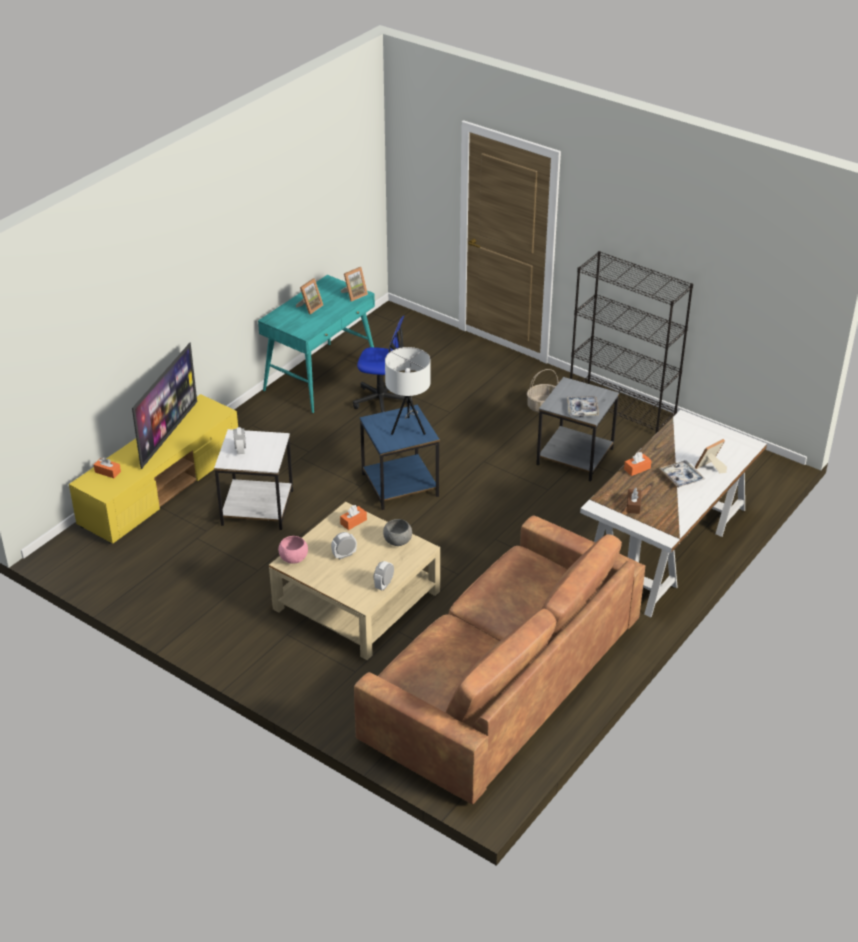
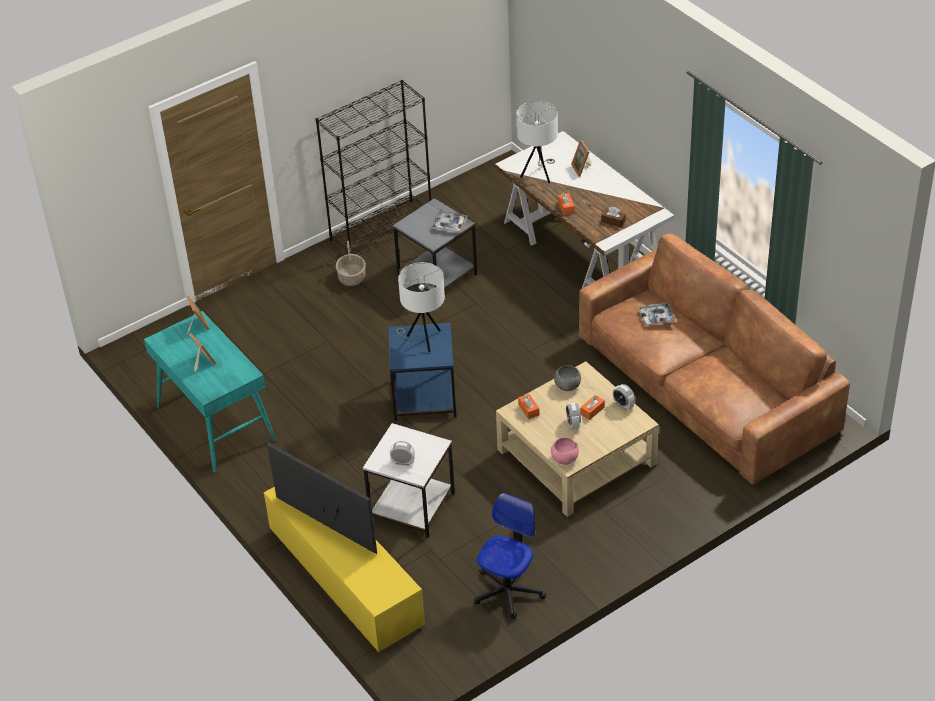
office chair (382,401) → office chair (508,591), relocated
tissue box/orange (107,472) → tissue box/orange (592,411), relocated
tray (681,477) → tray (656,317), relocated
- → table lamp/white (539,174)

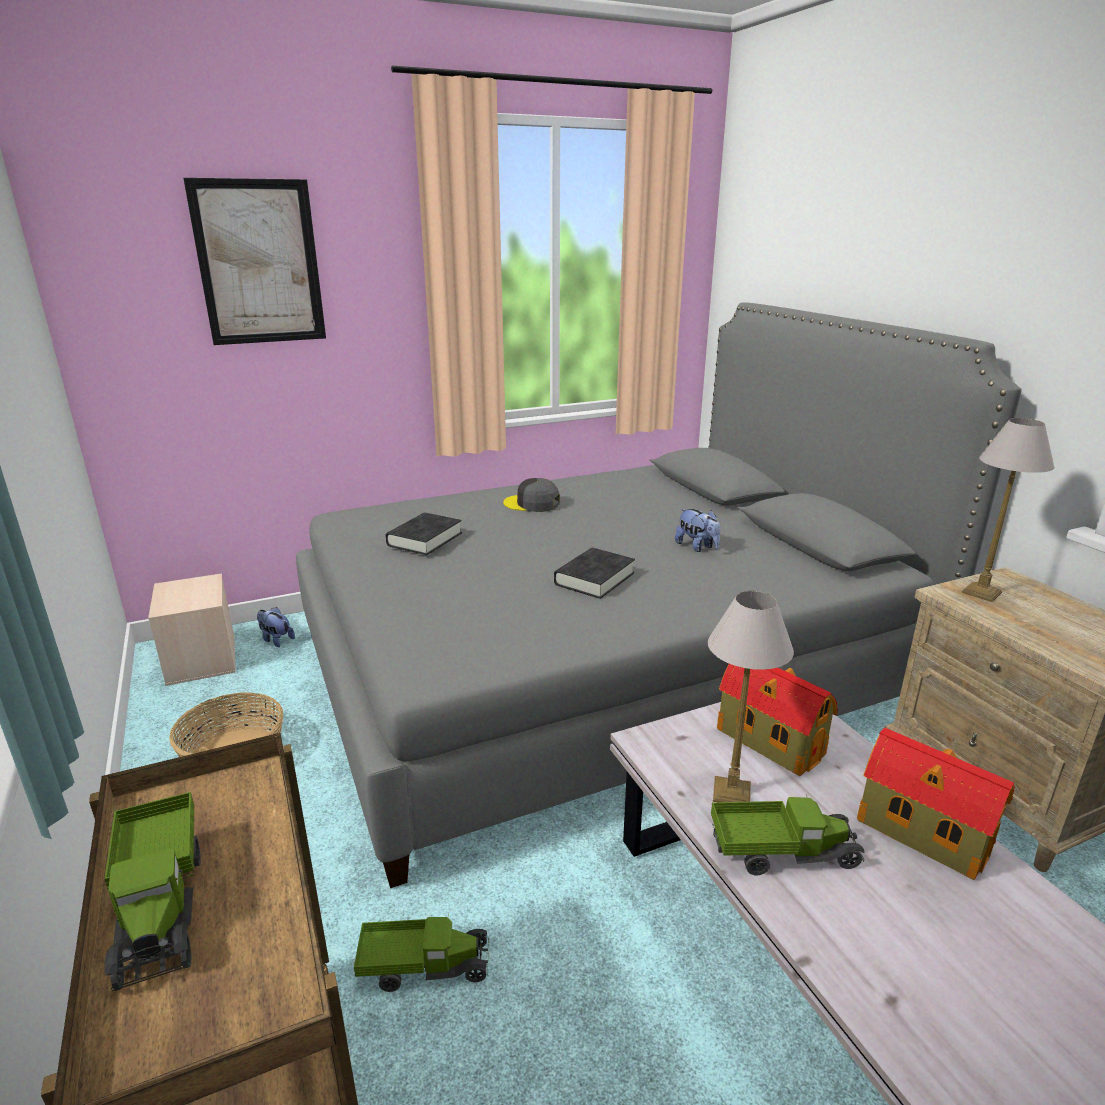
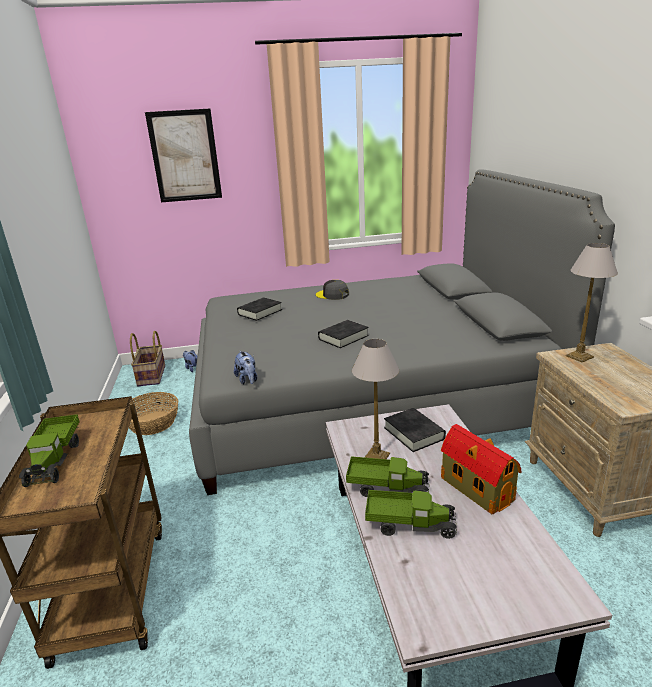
plush toy (697,547) → plush toy (247,380), relocated
storage box/beige (202,659) → basket (152,376)
toy house (768,740) → book/black (414,433)
toy truck (424,966) → toy truck (409,524), relocated

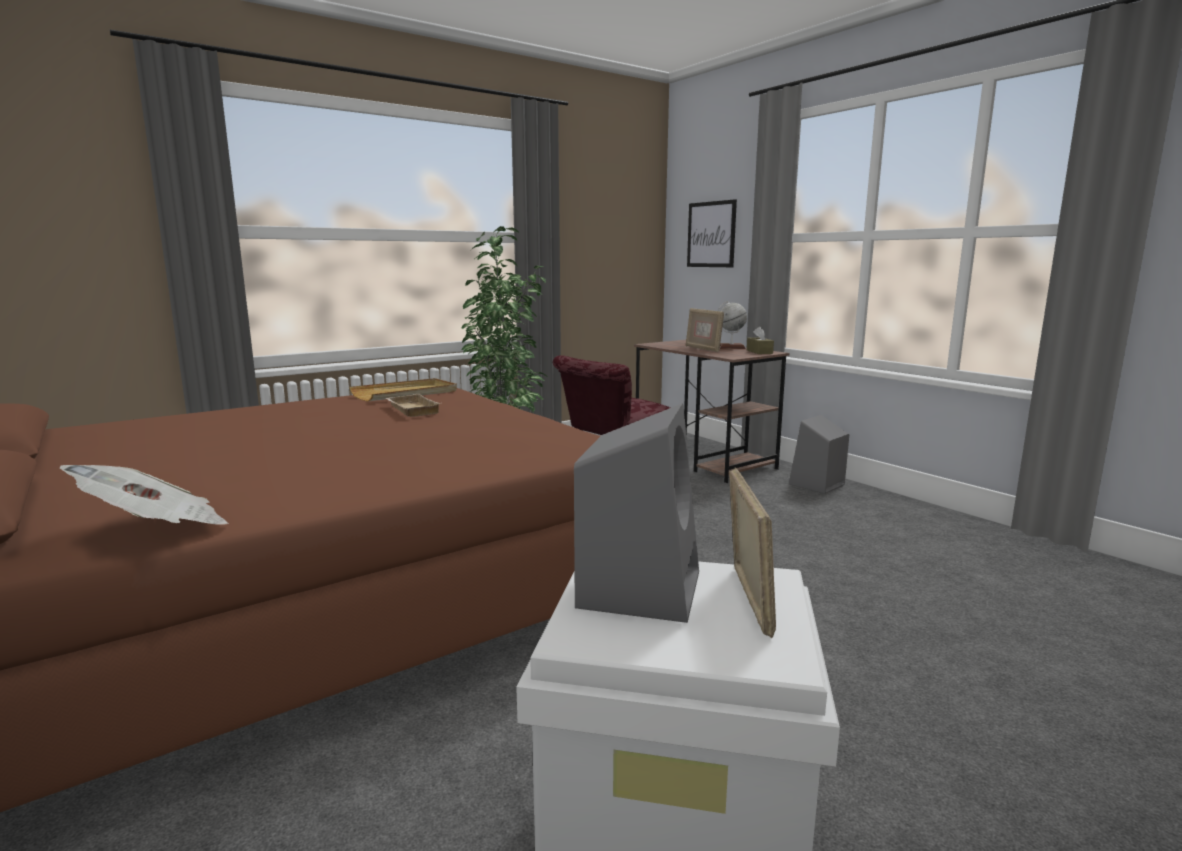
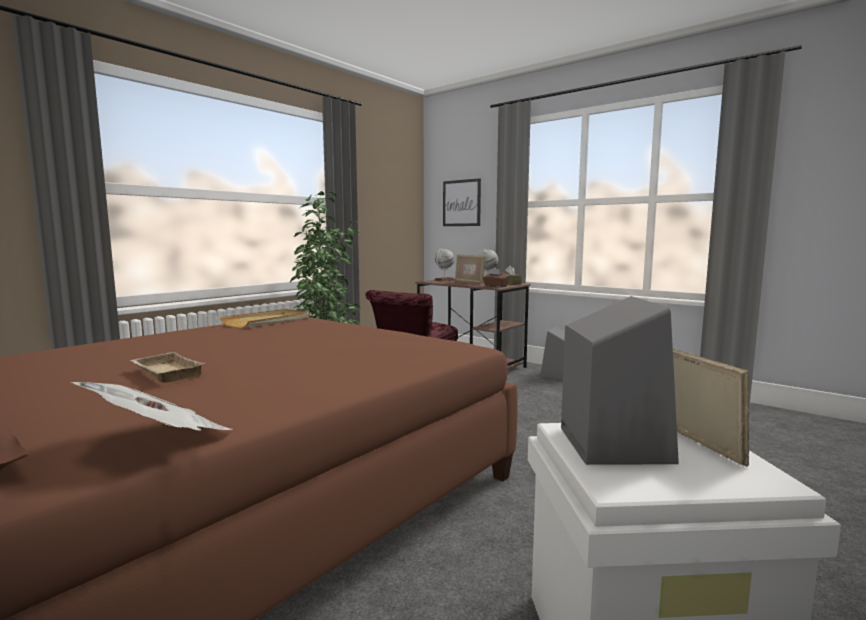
tray/beige (411,410) → tray/beige (164,373), relocated
- → globe (444,280)
- → tissue box/brown (495,286)

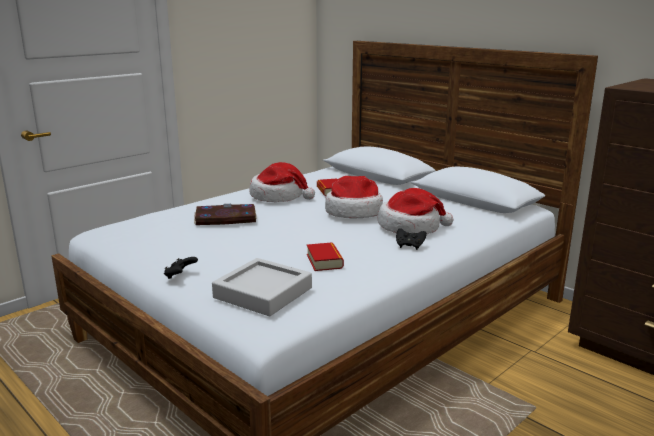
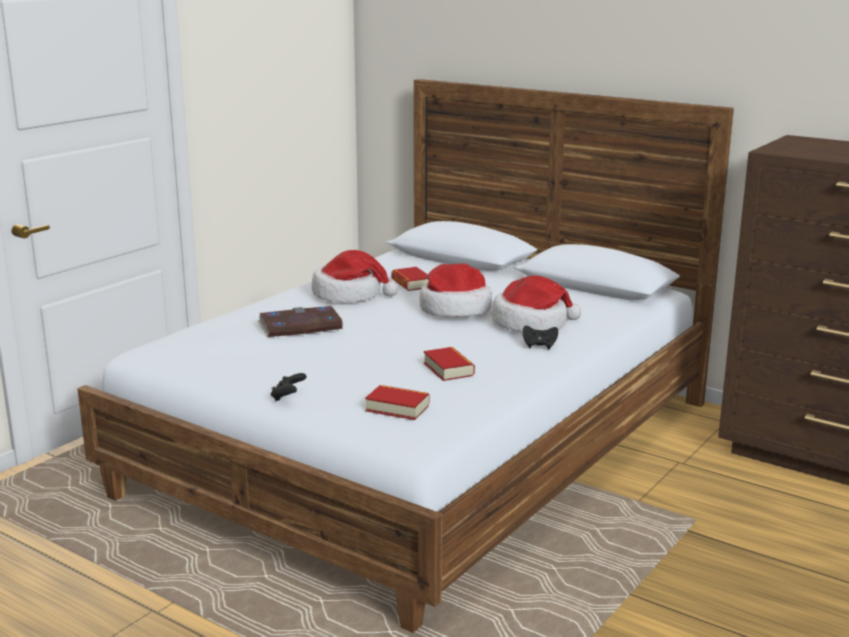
tray/grey (263,293) → book (397,408)

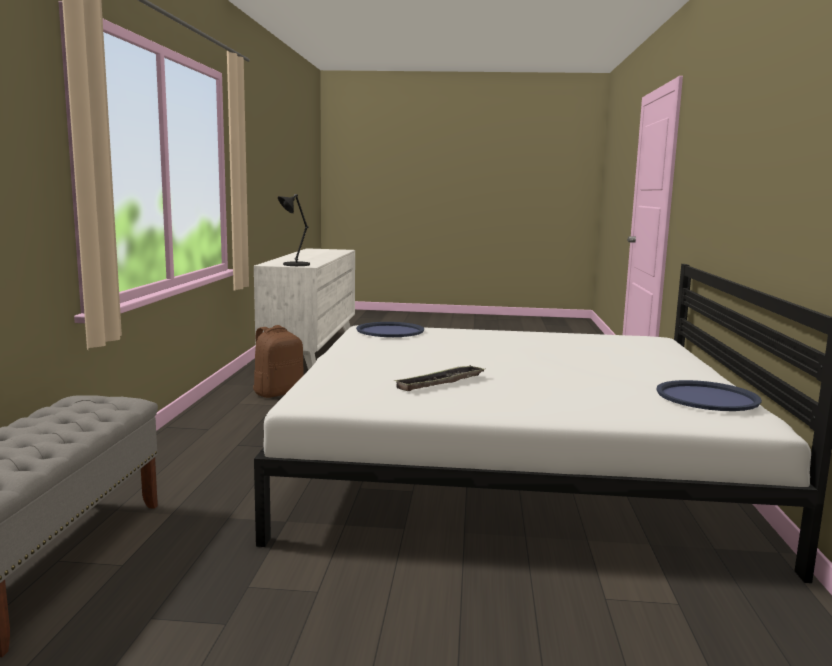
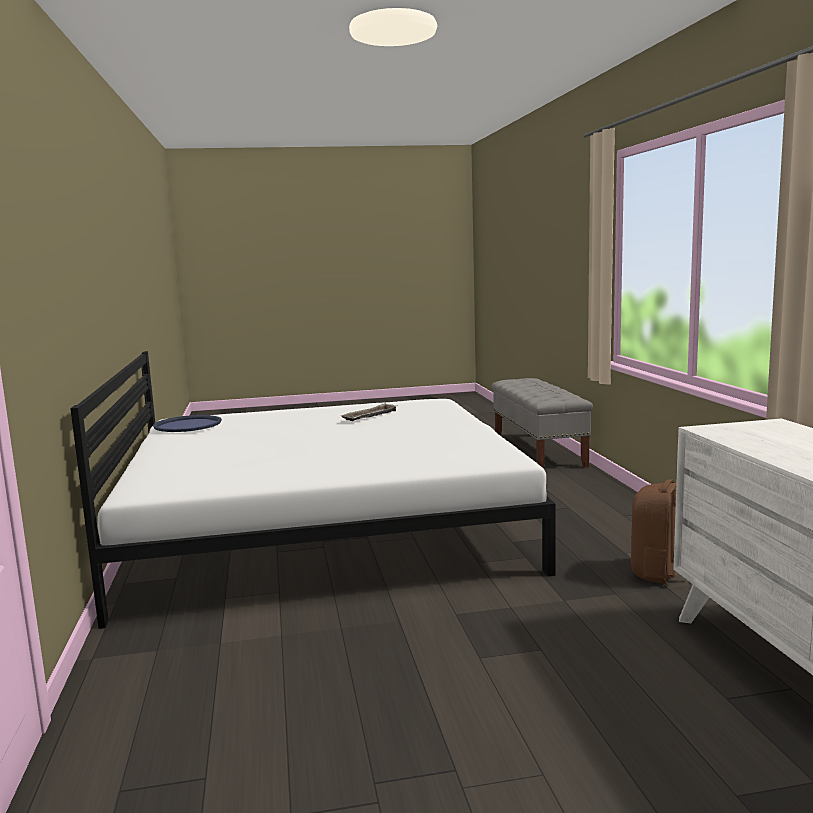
table lamp/black (295,265) → -
tray/blue (390,331) → -

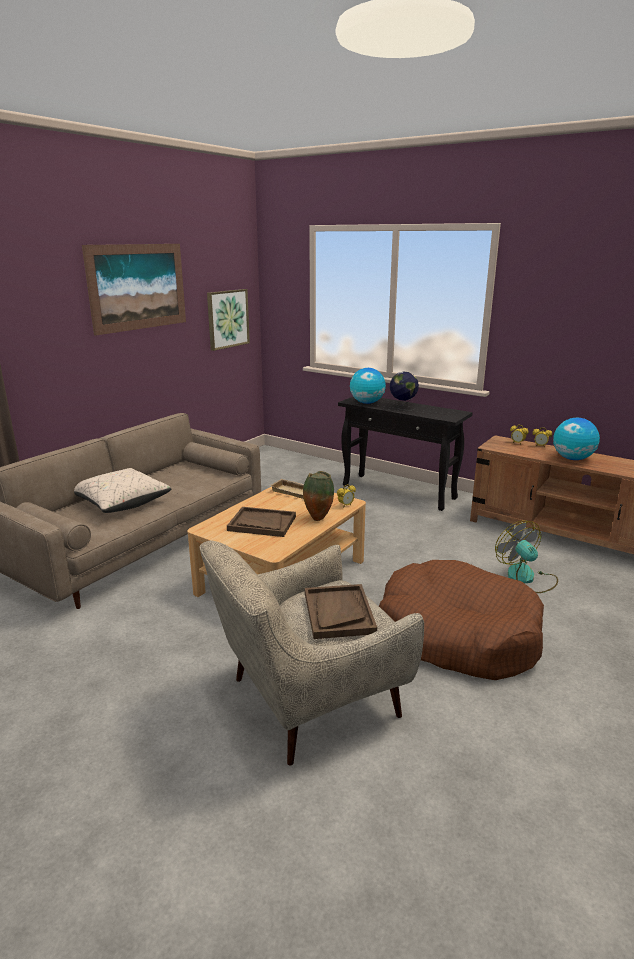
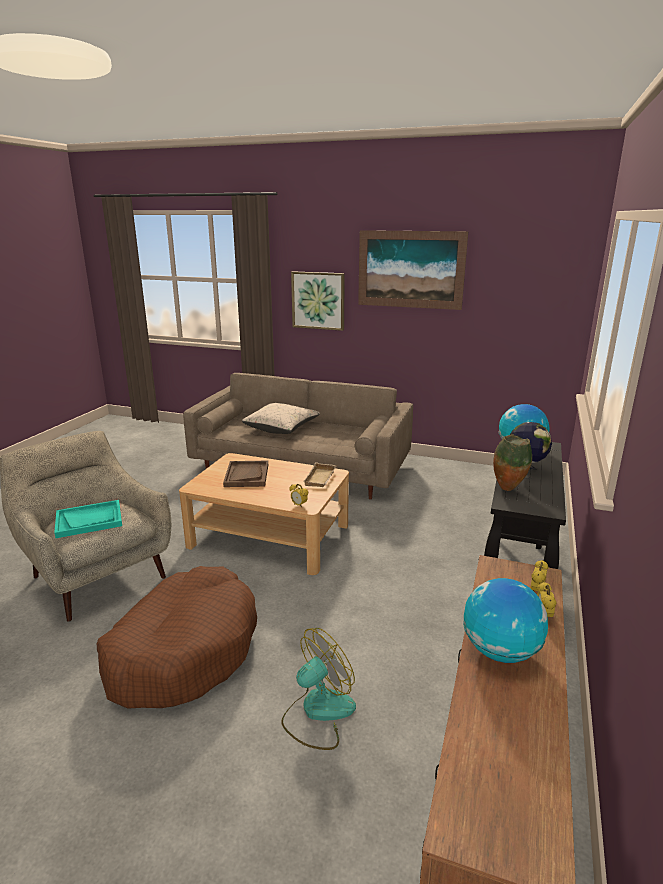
picture (227,319) → picture (318,300), relocated
vase (318,518) → vase (508,489), relocated
tray/brown (338,613) → tray/turquoise (89,520)

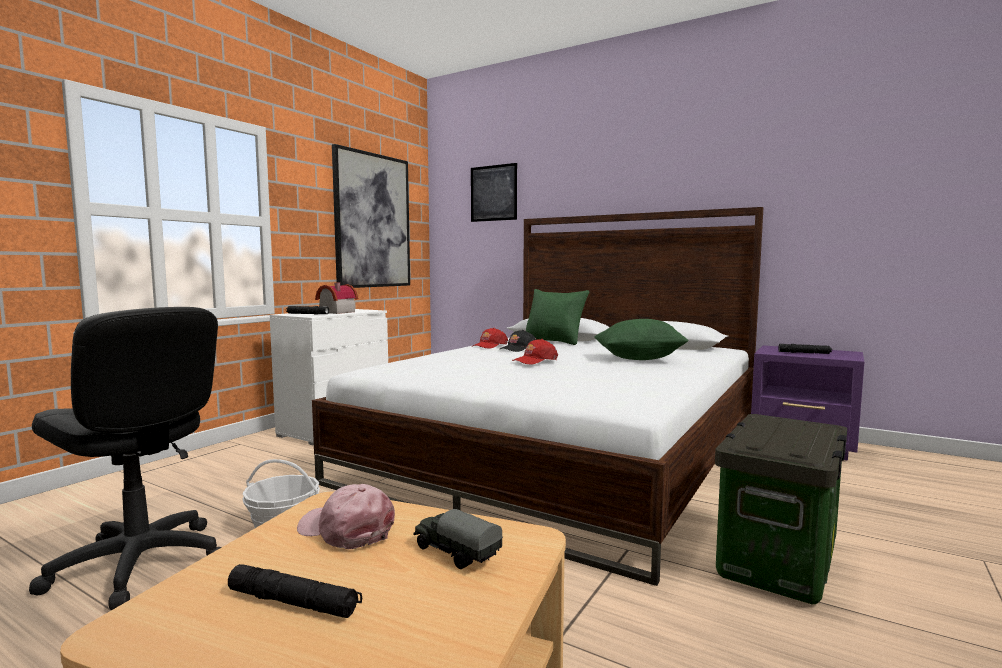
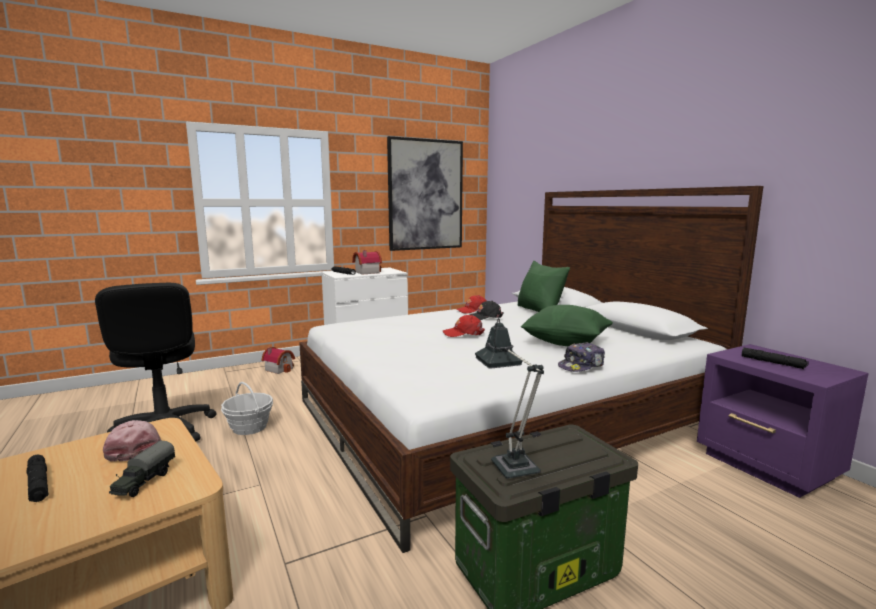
picture (493,193) → -
toy truck (455,554) → toy truck (144,482), 150 degrees counterclockwise
- → table lamp (510,462)
- → cap (581,366)
- → toy house (280,368)

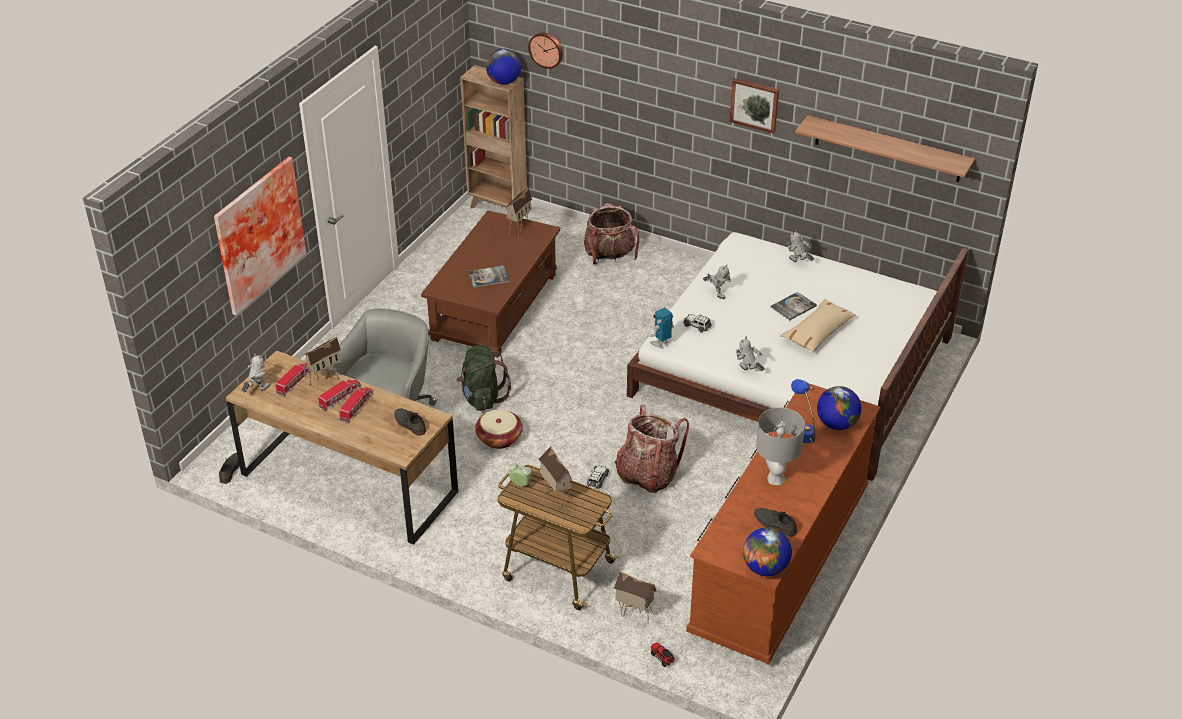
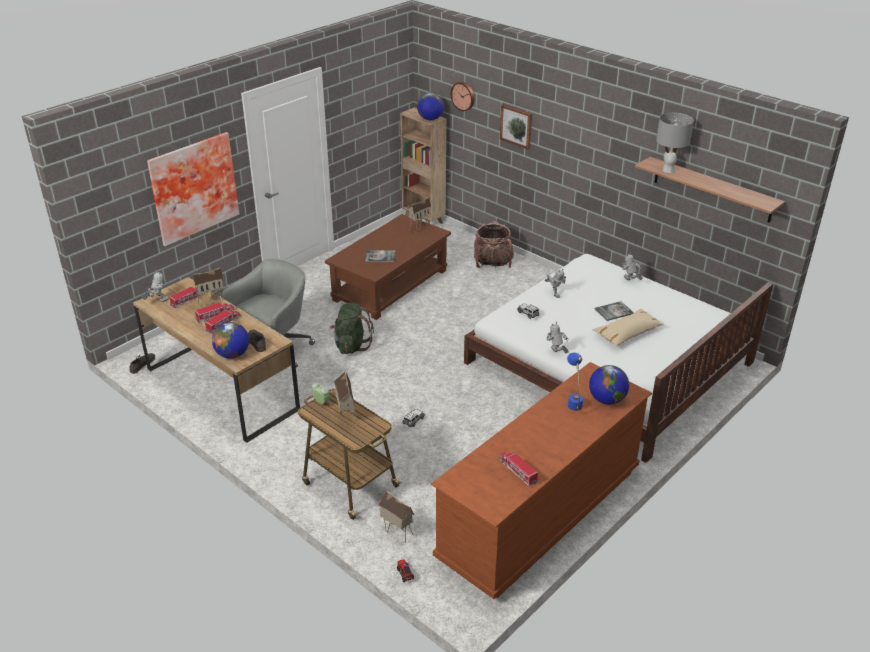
picture (754,104) → picture (516,126), relocated
toy robot (661,344) → -
backpack (647,474) → -
table lamp/grey (775,478) → table lamp/grey (668,170), relocated
basket (499,438) → -
shoe/grey (774,524) → toy truck (517,471)
globe (765,568) → globe (232,354), relocated

